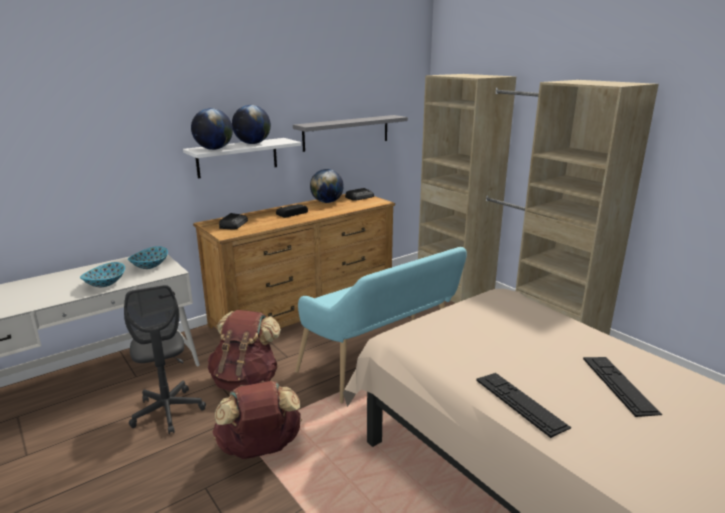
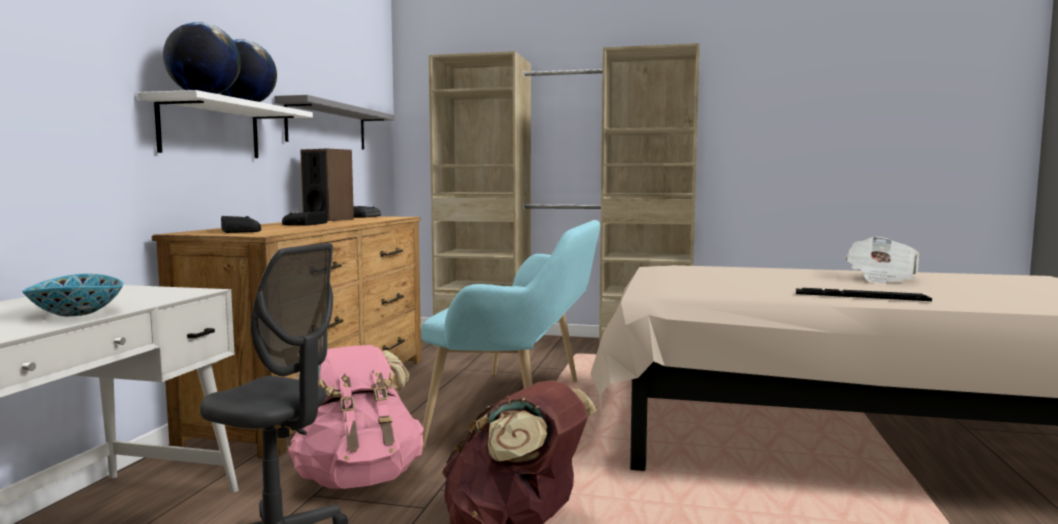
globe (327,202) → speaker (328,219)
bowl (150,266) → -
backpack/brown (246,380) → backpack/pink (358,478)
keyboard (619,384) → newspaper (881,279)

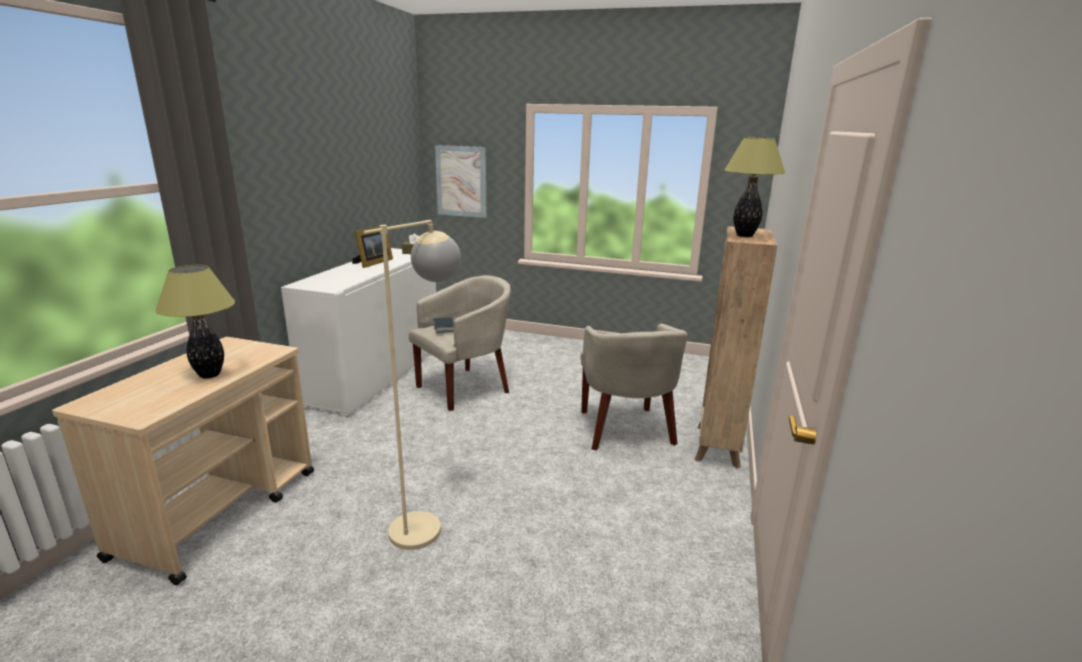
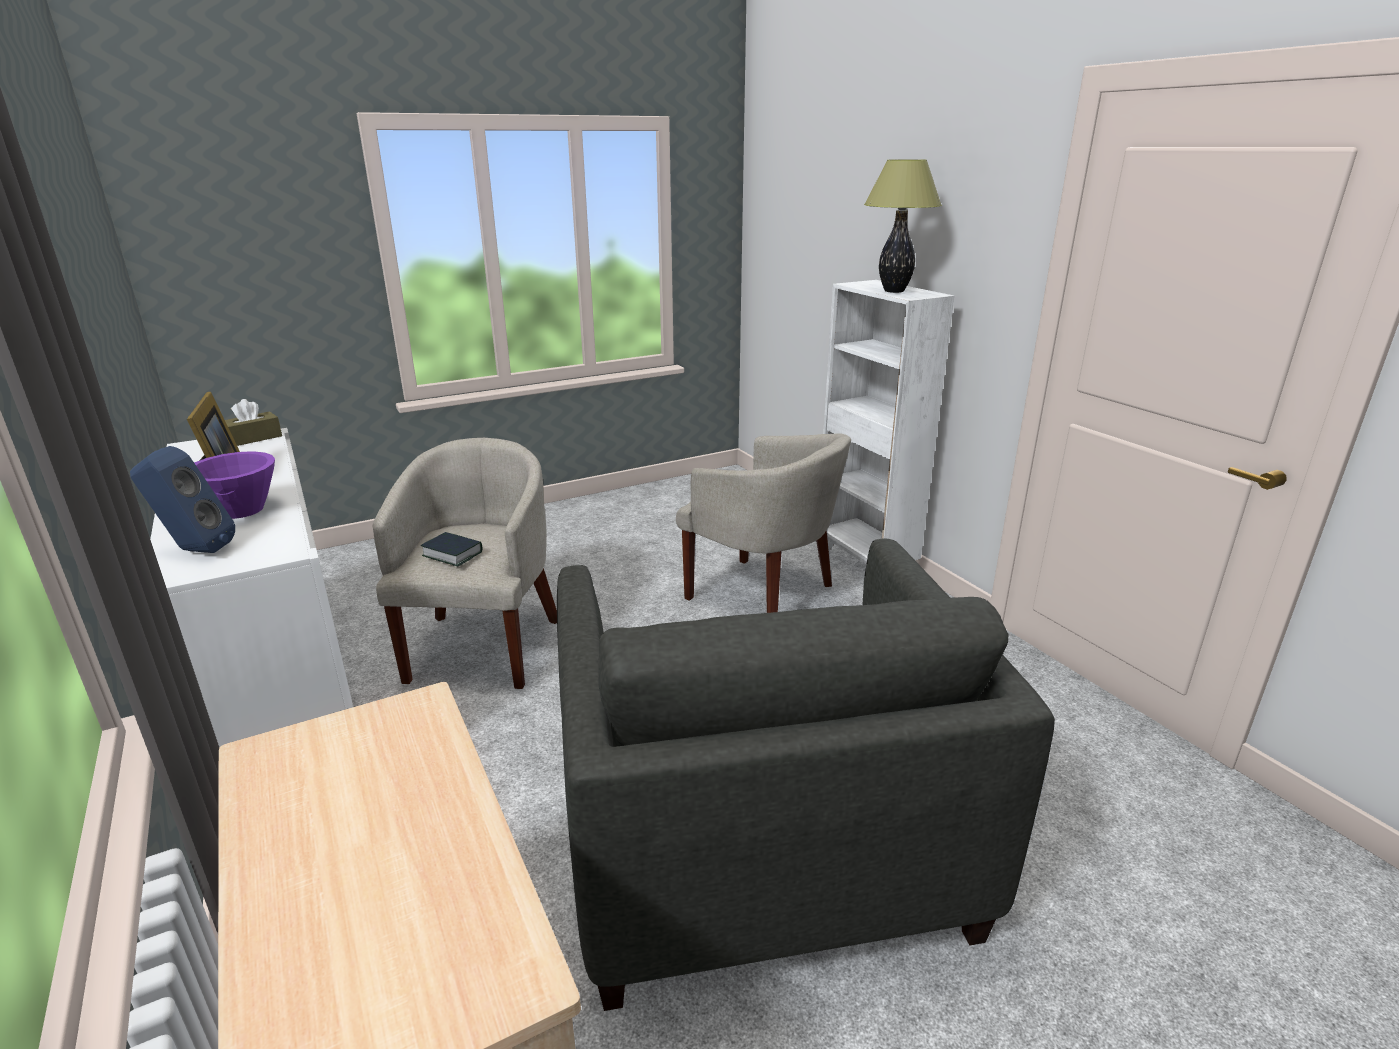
picture (461,181) → -
floor lamp/beige (428,521) → armchair/grey (759,842)
bookcase/brown (717,447) → bookcase/white (864,568)
table lamp (209,375) → -
- → speaker/blue (194,550)
- → bowl/purple (240,510)

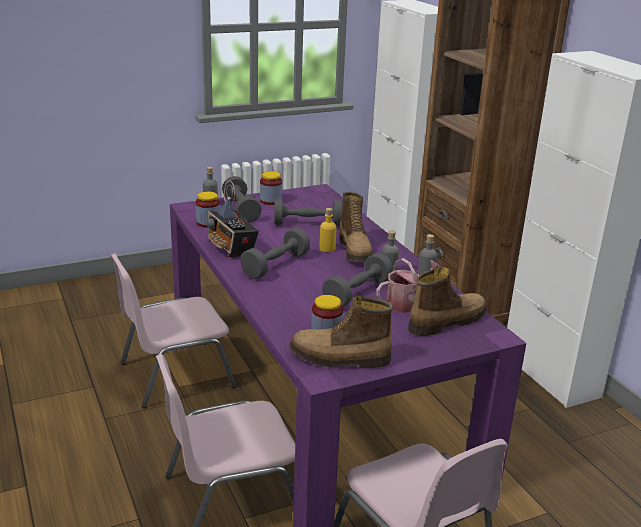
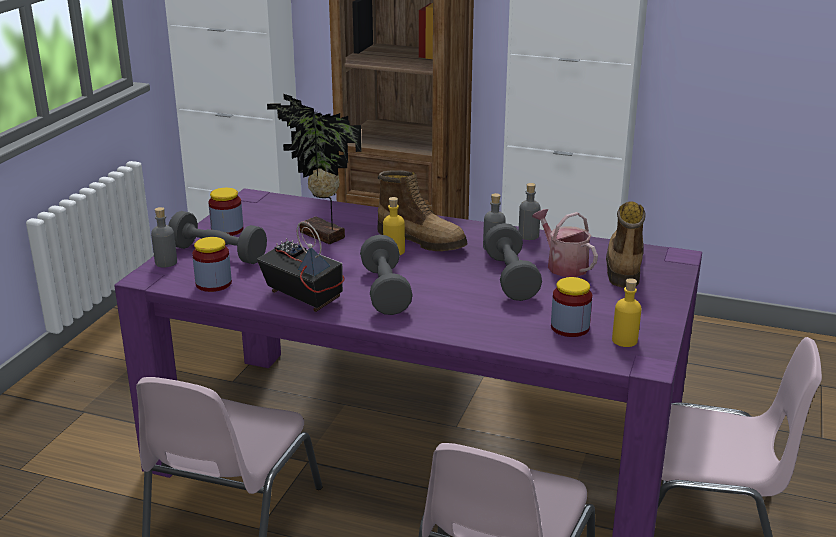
radio (231,248) → radio (303,297), 150 degrees counterclockwise
dumbbell/grey (307,224) → potted plant (320,236)
watering can (406,303) → watering can (563,265), 45 degrees counterclockwise
boot (339,359) → bottle/yellow (624,340)

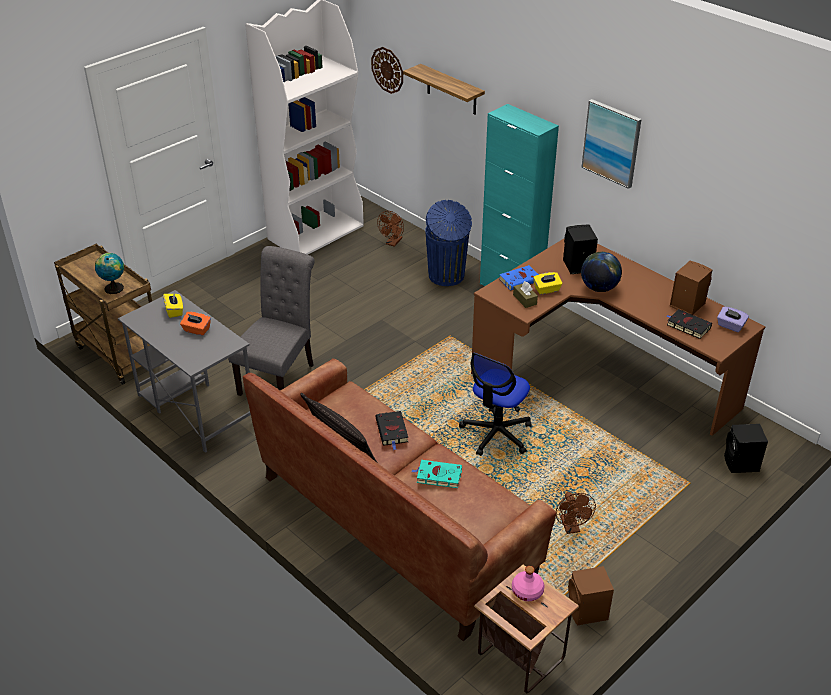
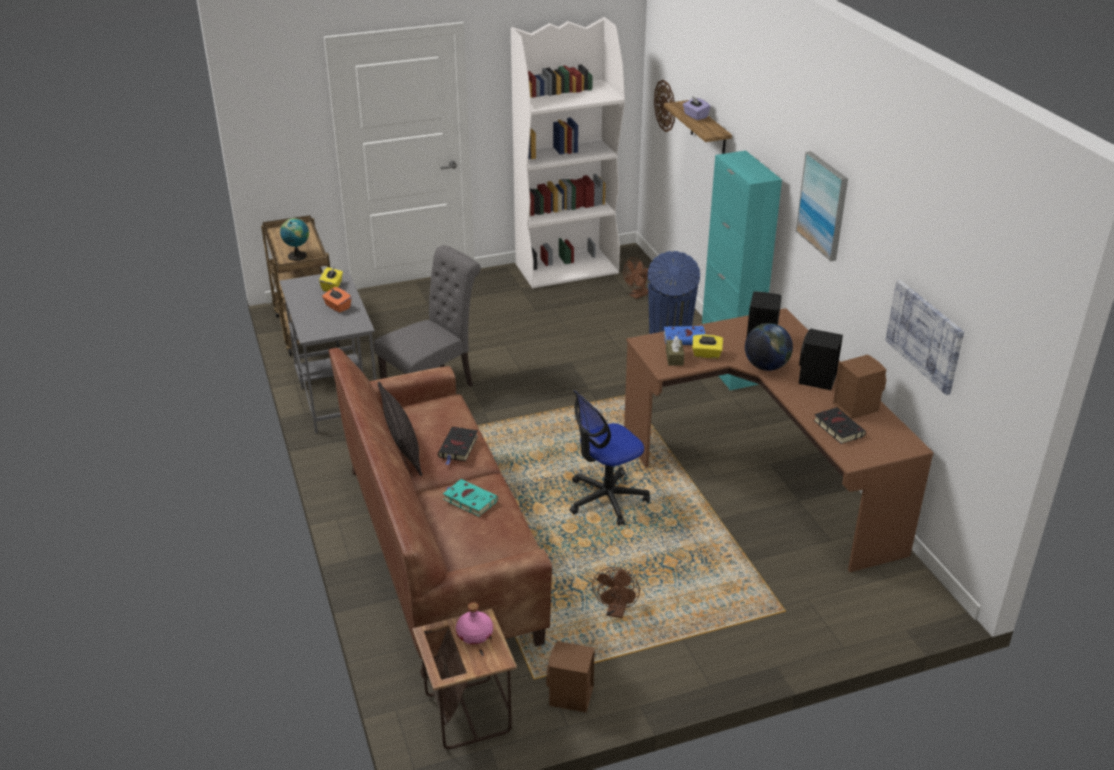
tissue box/purple (730,326) → tissue box/purple (695,116), relocated
speaker/black (741,464) → speaker/black (816,380), relocated
- → picture (925,335)

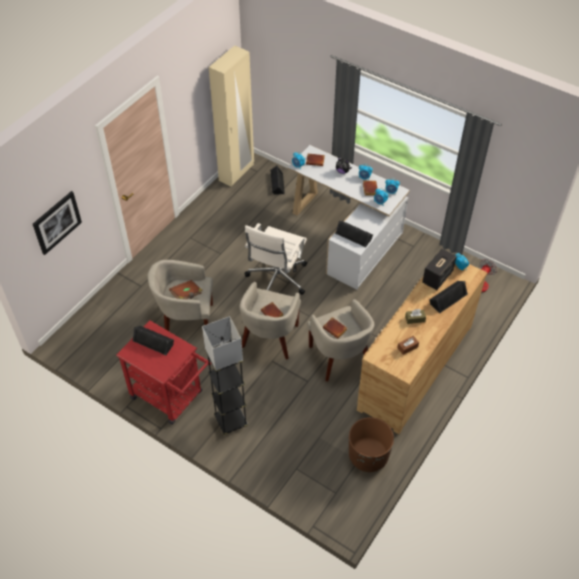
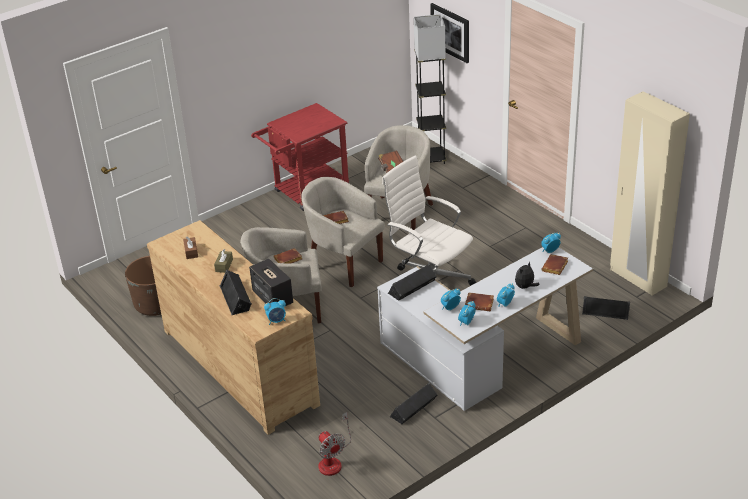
floor lamp/grey (231,421) → floor lamp/grey (431,159), relocated
speaker/black (153,341) → speaker/black (414,408), relocated

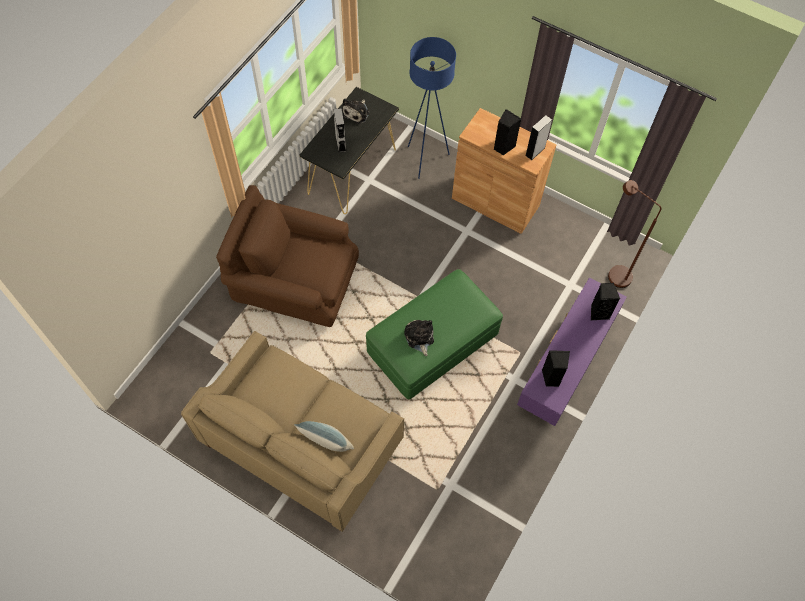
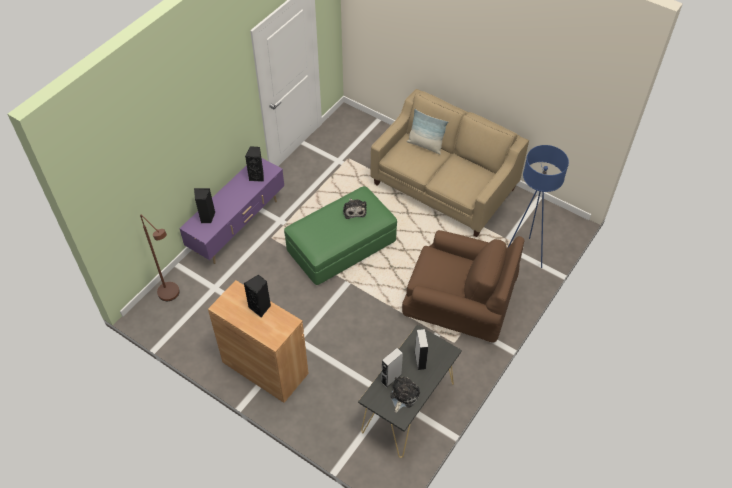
floor lamp/blue (426,159) → floor lamp/blue (523,254), relocated
speaker/grey (535,151) → speaker/grey (391,378), relocated

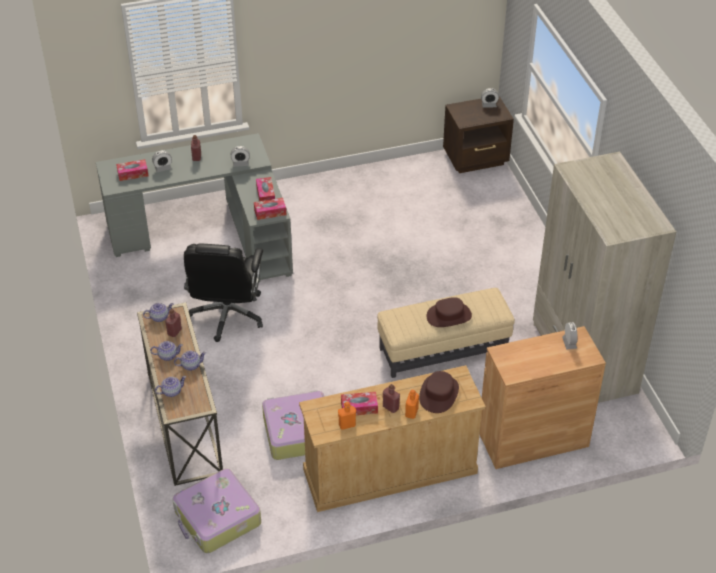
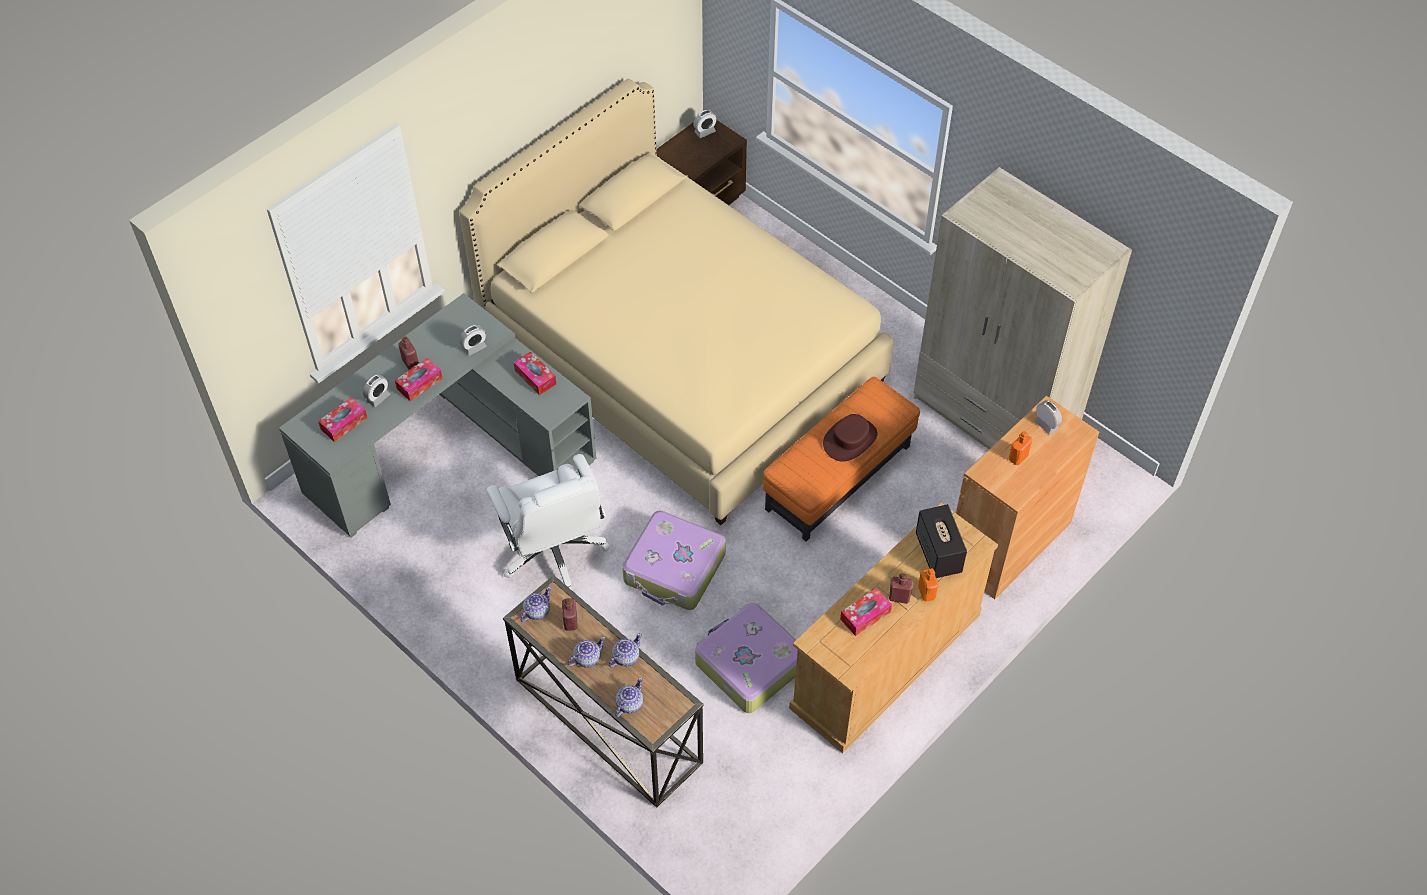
tissue box (270,212) → tissue box (419,383), relocated
office chair/black (227,315) → office chair/white (554,551)
ottoman/beige (443,350) → ottoman/orange (838,477)
hat/brown (439,394) → speaker (938,554)
bottle/orange (347,425) → bottle/orange (1018,457), relocated
suitcase (217,518) → suitcase (674,569), relocated
- → bed/beige (682,360)

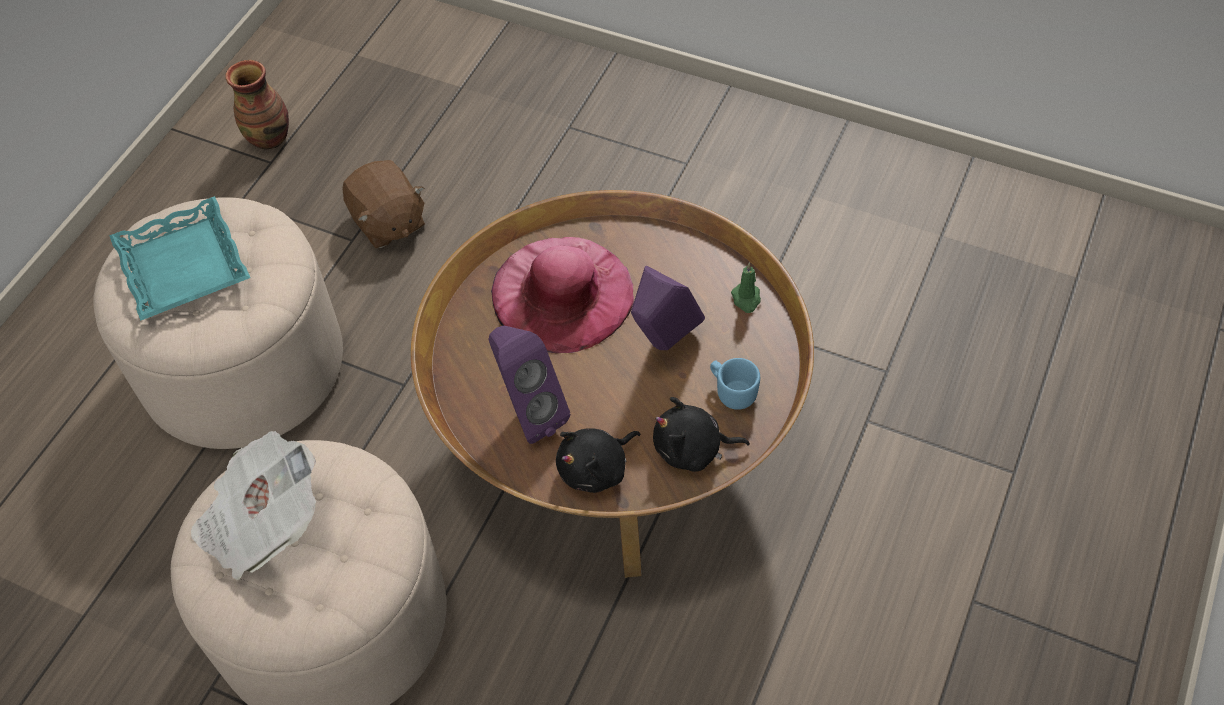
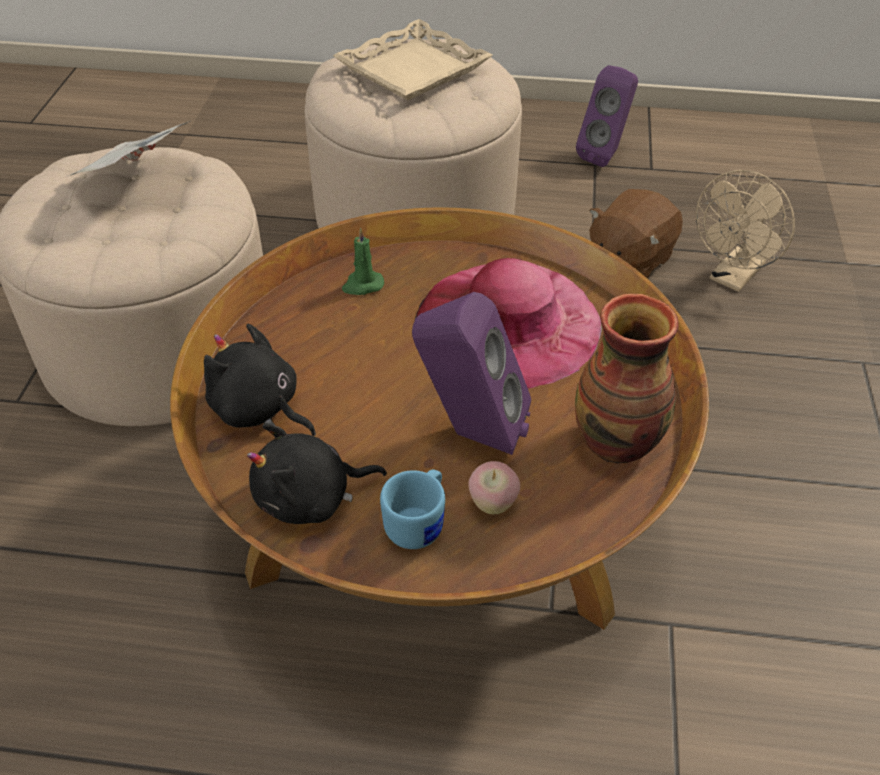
vase (270,137) → vase (618,442), relocated
tray/turquoise (185,266) → tray/beige (413,70)
candle/green (746,299) → candle/green (362,285), relocated
speaker/purple (529,413) → speaker/purple (605,155), relocated
plush toy/black (692,449) → plush toy/black (310,498), 90 degrees counterclockwise
- → fan/beige (732,278)
- → apple (492,504)

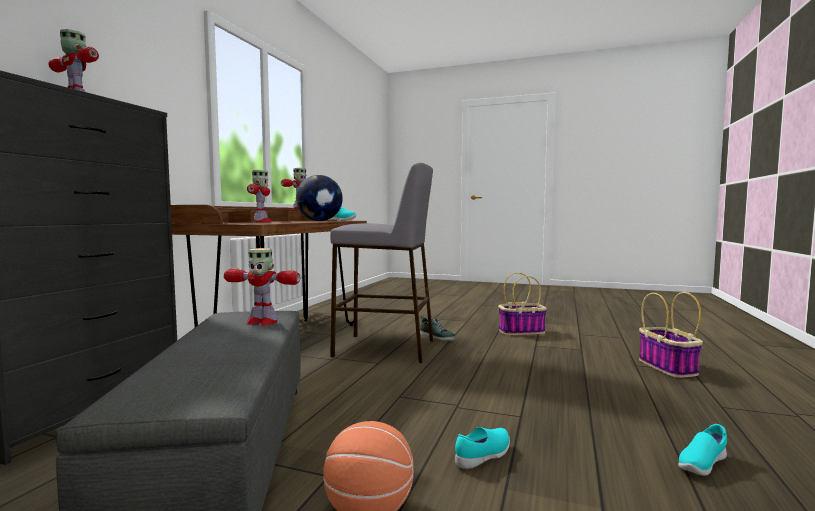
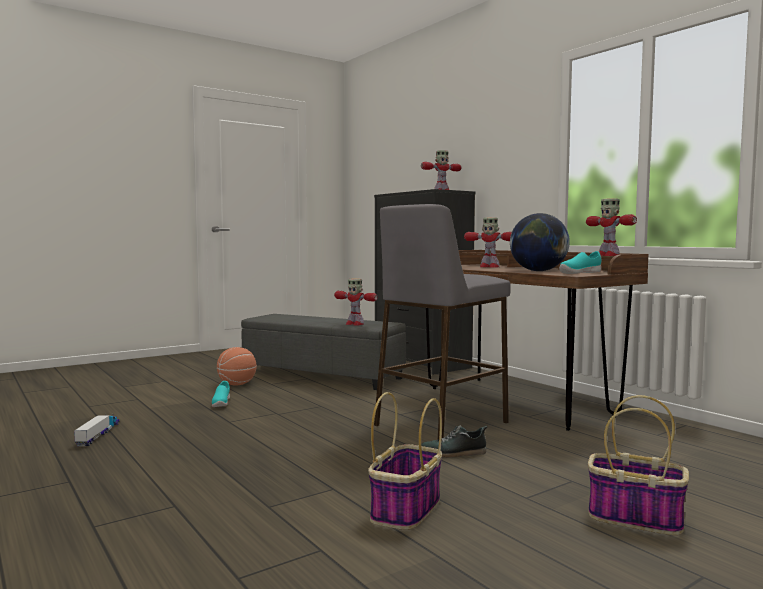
toy robot (261,322) → toy robot (354,324), 105 degrees counterclockwise
basket (668,367) → basket (633,518), relocated
shoe/turquoise (701,464) → toy truck (98,435)

